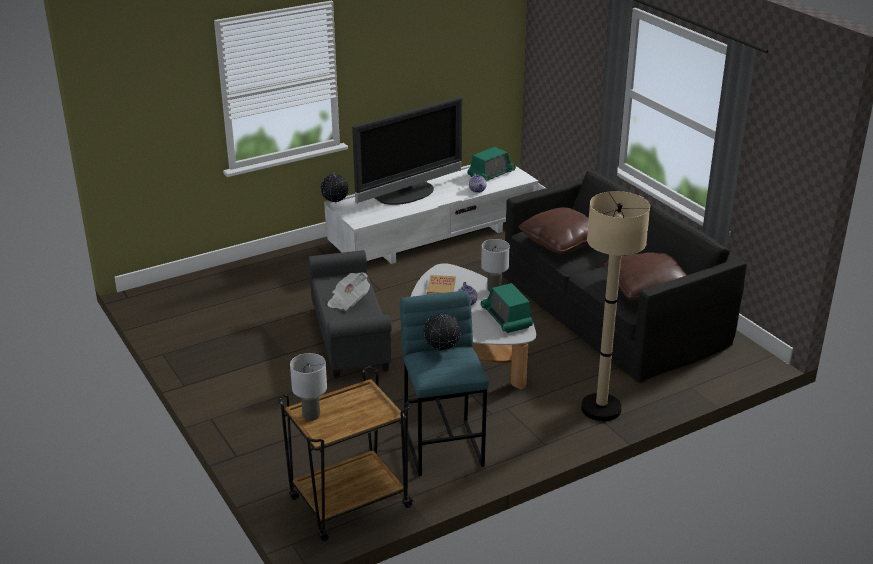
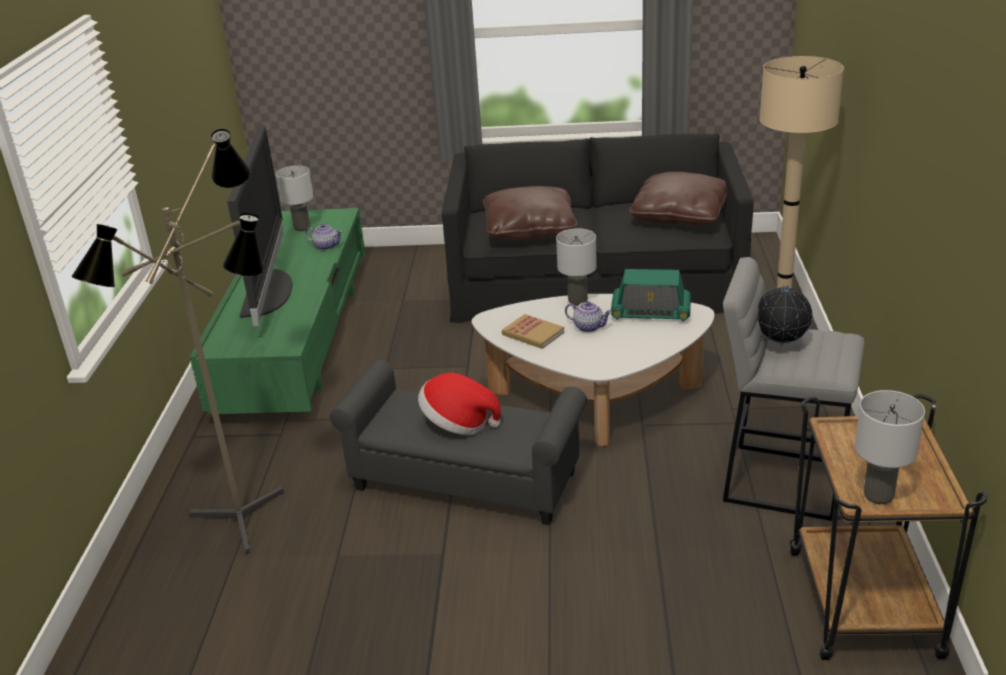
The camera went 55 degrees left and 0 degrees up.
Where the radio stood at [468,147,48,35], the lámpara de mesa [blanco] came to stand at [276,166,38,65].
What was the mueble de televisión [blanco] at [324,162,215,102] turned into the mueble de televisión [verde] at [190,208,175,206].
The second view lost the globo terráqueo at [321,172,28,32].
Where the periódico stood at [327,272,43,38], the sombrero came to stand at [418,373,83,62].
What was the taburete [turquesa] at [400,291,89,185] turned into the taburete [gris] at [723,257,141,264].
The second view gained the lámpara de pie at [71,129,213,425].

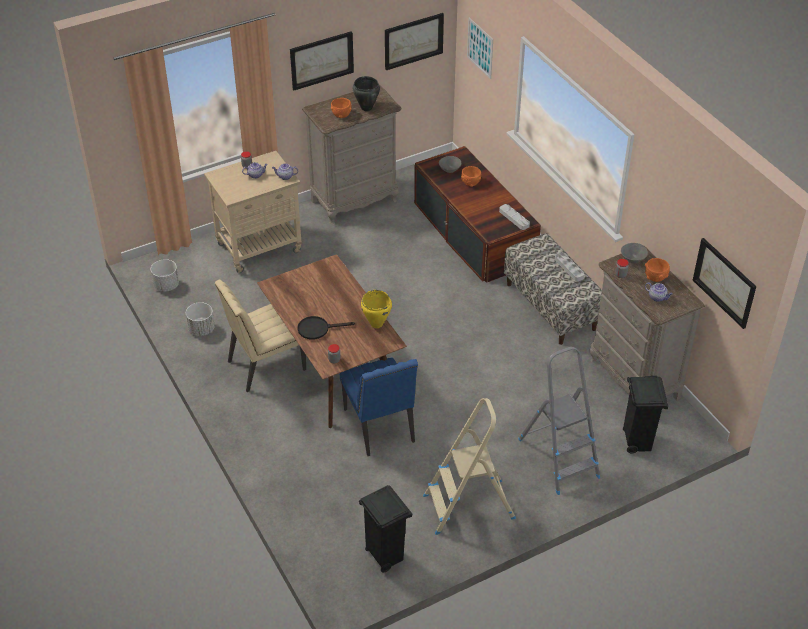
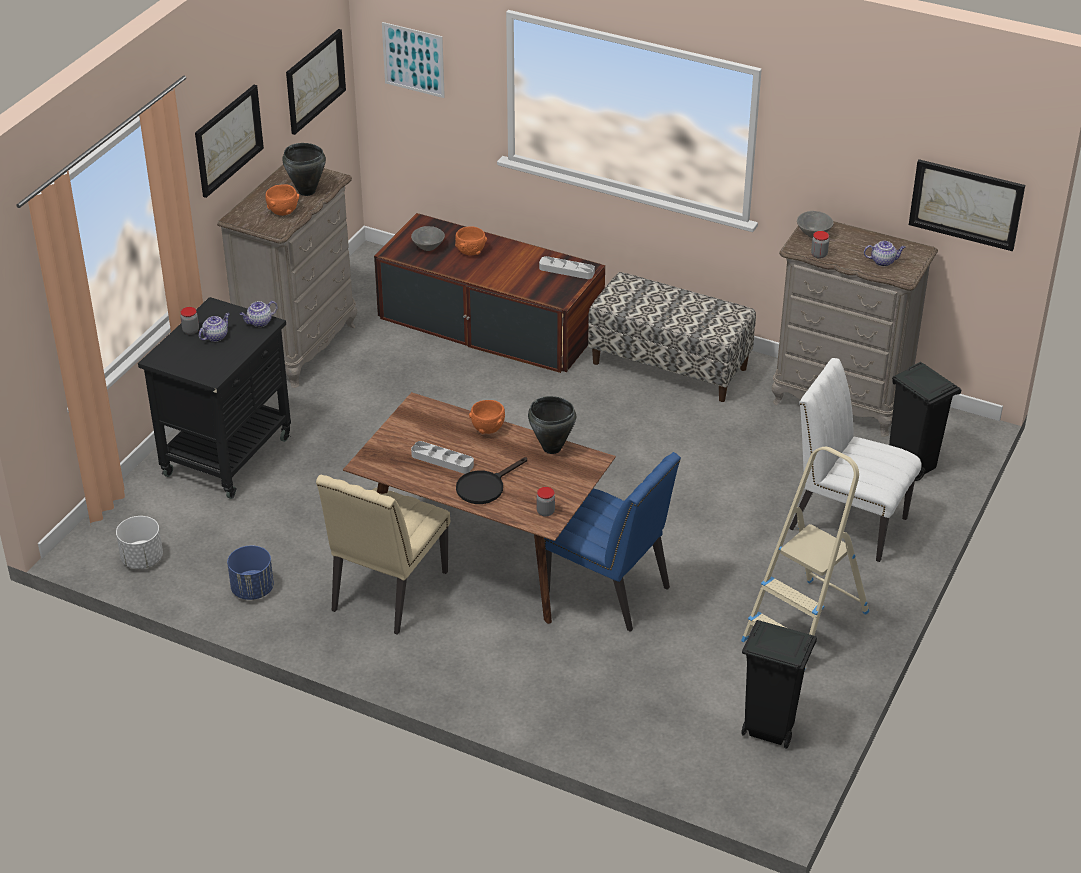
The camera went 35 degrees left and 5 degrees down.
What was the carrito [beis] at [204,151,98,122] turned into the carrito [negro] at [138,297,153,202].
The bandeja [gris] ended up elsewhere, having gone from [555,252,29,29] to [411,441,63,33].
The cuenco [naranja] ended up elsewhere, having gone from [645,258,25,24] to [469,400,36,34].
What was the olla [amarillo] at [361,290,31,38] turned into the olla [negro] at [528,396,48,58].
What was the maceta [blanco] at [186,302,29,34] turned into the maceta [azul] at [227,545,47,55].
Where the escalera de tijera [gris] stood at [518,347,82,148], the silla [blanco] came to stand at [789,358,133,204].

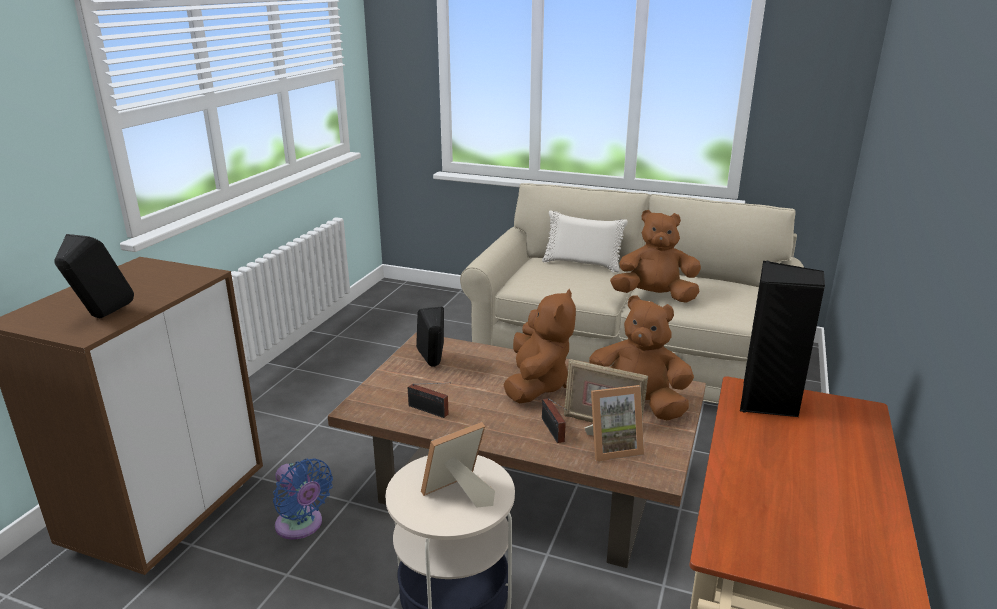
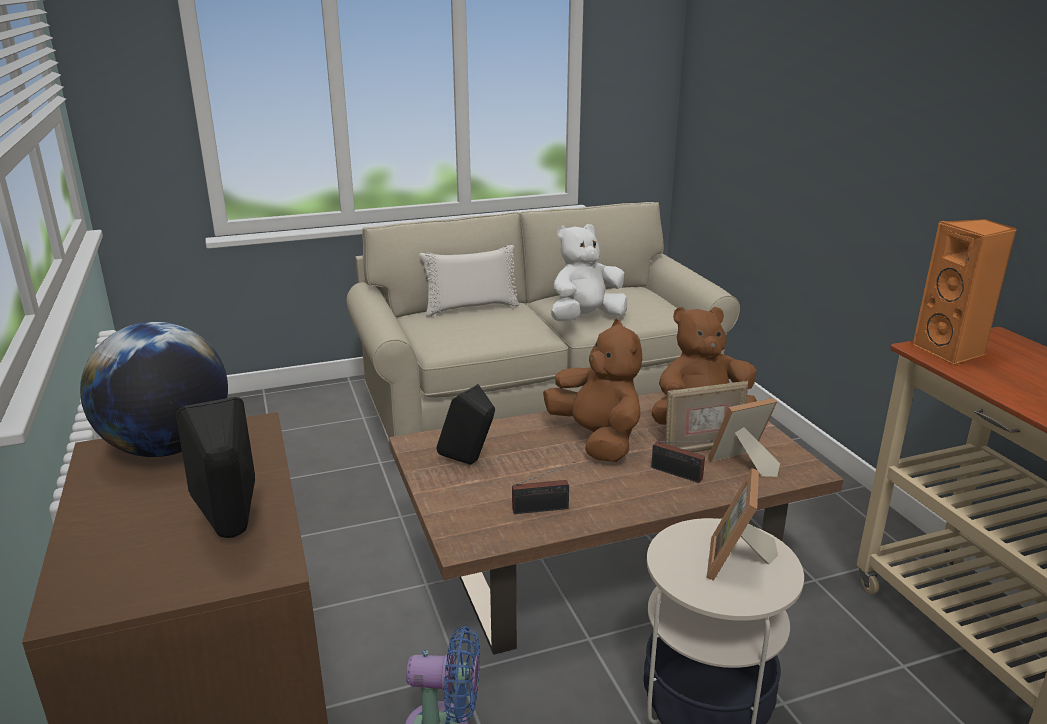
The camera went 40 degrees left and 0 degrees up.
What was the peluche [marrón] at [610,210,91,93] turned into the peluche [blanco] at [551,224,76,97].
What was the altavoz [negro] at [740,260,85,157] turned into the altavoz [naranja] at [913,219,104,146].
The portarretratos at [584,385,60,76] ended up facing another way, 150 degrees counterclockwise from before.
The second view gained the globo terráqueo at [80,322,148,135].

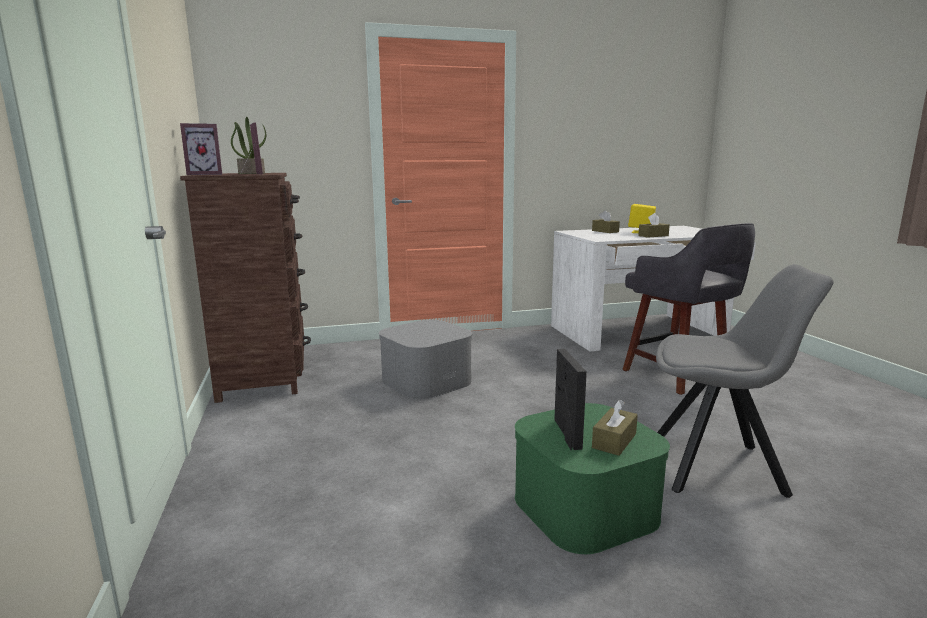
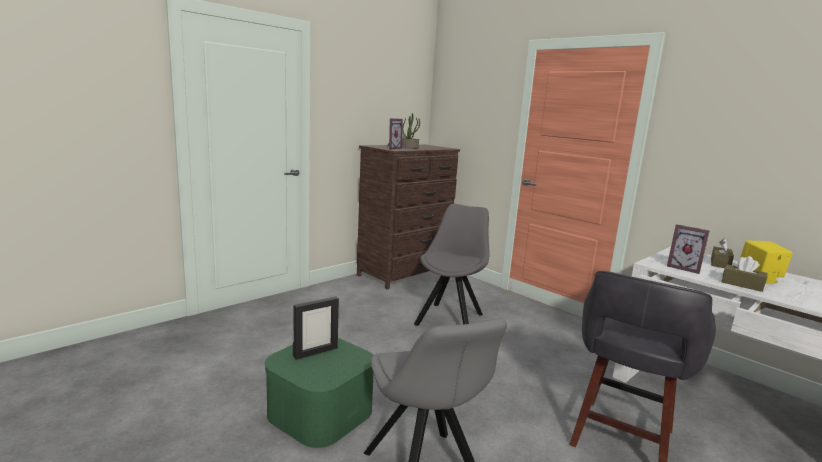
The camera went 60 degrees right and 0 degrees up.
The portarretratos ended up elsewhere, having gone from [180,123,42,52] to [667,224,43,50].
Where the caja de almacenaje [gris] stood at [379,320,93,79], the silla [gris] came to stand at [414,204,76,122].
The second view lost the caja de pañuelos [marrón] at [592,400,46,56].

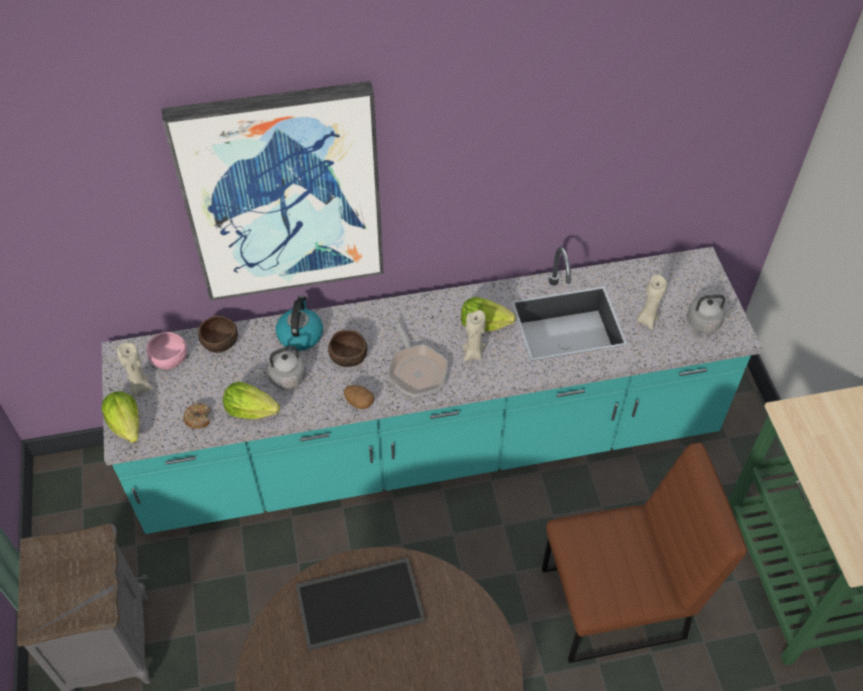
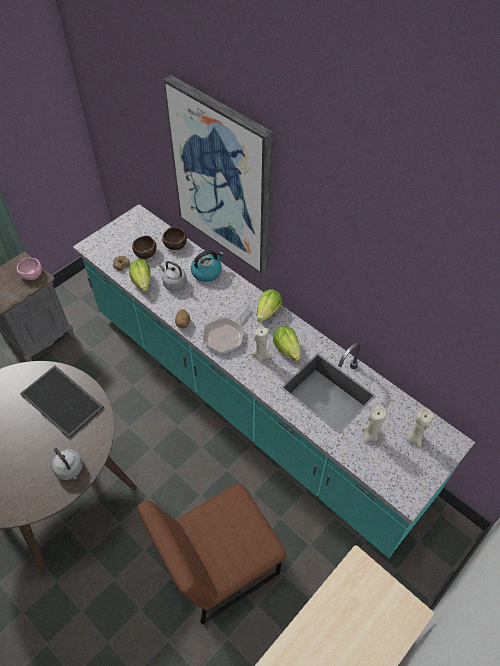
The camera went 55 degrees right and 0 degrees up.
The hervidor [gris] ended up elsewhere, having gone from [687,295,50,38] to [51,448,32,32].
The cuenco [marrón] ended up elsewhere, having gone from [328,330,39,37] to [132,235,25,24].
The cuenco [rosa] ended up elsewhere, having gone from [147,332,40,38] to [17,257,25,23].
The vela [beis] ended up elsewhere, having gone from [117,343,36,53] to [406,408,28,39].
The lechuga ended up elsewhere, having gone from [101,391,38,52] to [257,289,25,33].
The silla [marrón] at [542,442,205,221] ended up facing another way, 105 degrees clockwise from before.

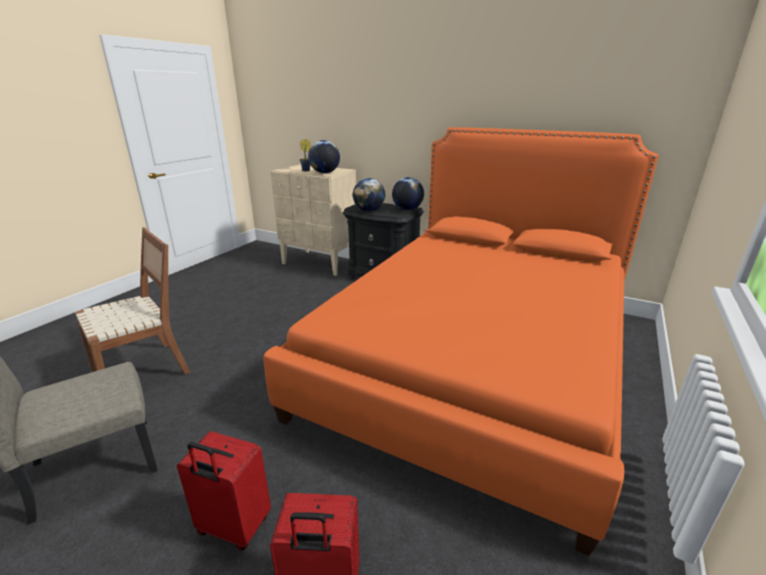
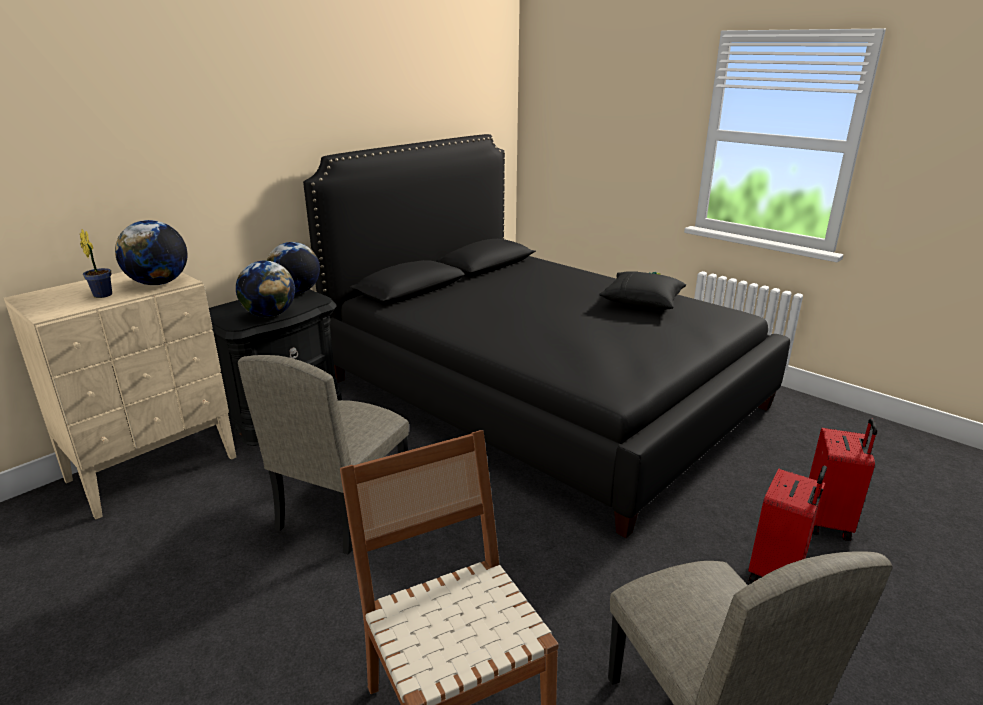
The camera went 75 degrees left and 0 degrees up.
What was the cama [naranja] at [263,127,396,429] turned into the cama [negro] at [303,134,487,404].
The second view gained the cojín [negro] at [599,271,87,39].
The second view gained the silla [beis] at [238,355,171,199].

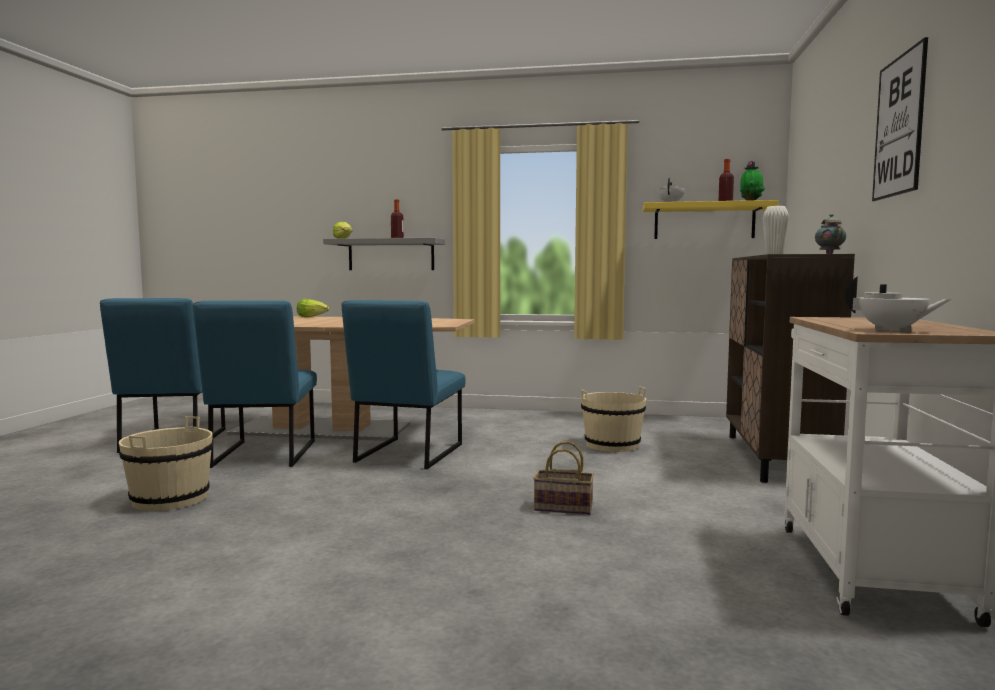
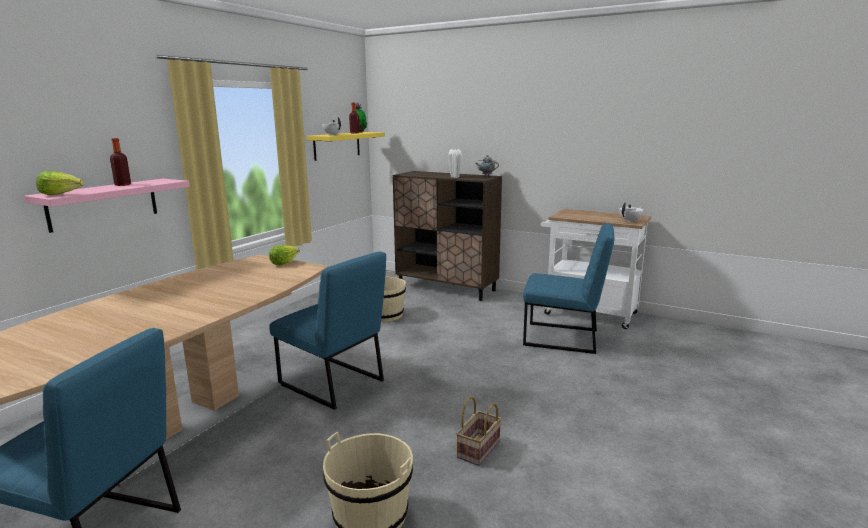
The camera went 70 degrees left and 10 degrees up.
The second view lost the cuadro at [872,37,56,164].
What was the estante [gris] at [323,238,122,32] turned into the estante [rosa] at [24,179,166,54].
The lechuga ended up elsewhere, having gone from [297,299,33,18] to [269,245,30,20].
The silla [azul] ended up elsewhere, having gone from [193,300,124,168] to [523,223,91,131].
The cesta ended up elsewhere, having gone from [533,441,61,74] to [456,396,45,70].

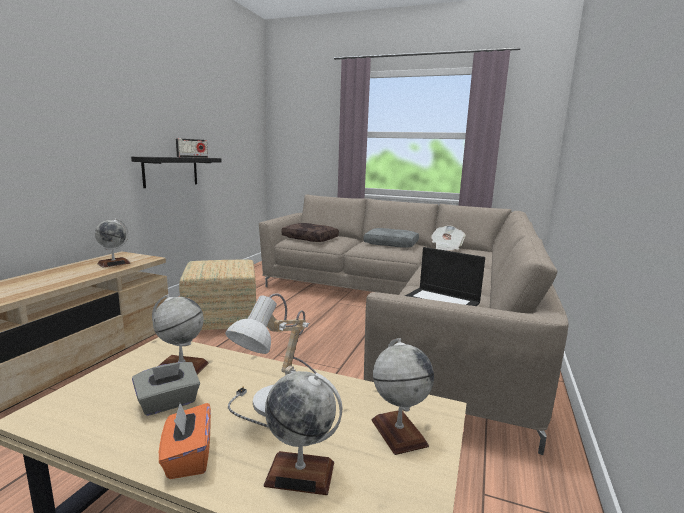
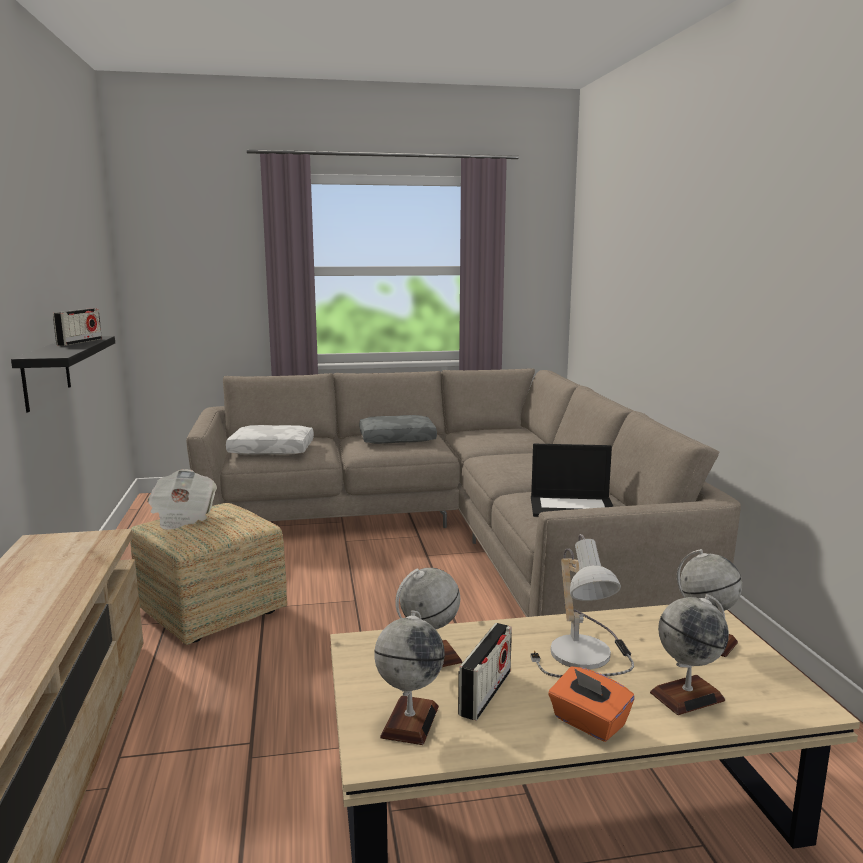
The camera went 30 degrees left and 0 degrees up.
The globo terráqueo ended up elsewhere, having gone from [95,218,35,50] to [374,610,71,135].
What was the cojín [marrón] at [281,223,58,19] turned into the cojín [blanco] at [226,425,88,30].
The periódico ended up elsewhere, having gone from [431,225,35,25] to [147,469,70,61].
Where the caja de pañuelos [gris] stood at [132,362,68,54], the radio came to stand at [458,623,54,98].

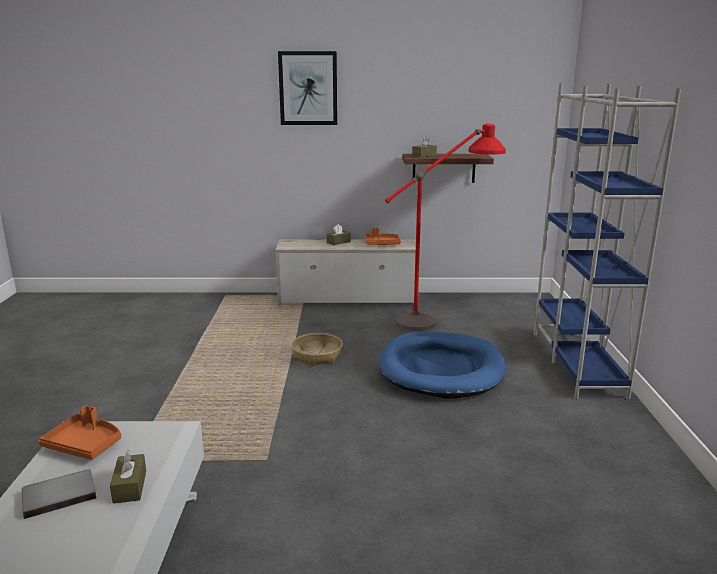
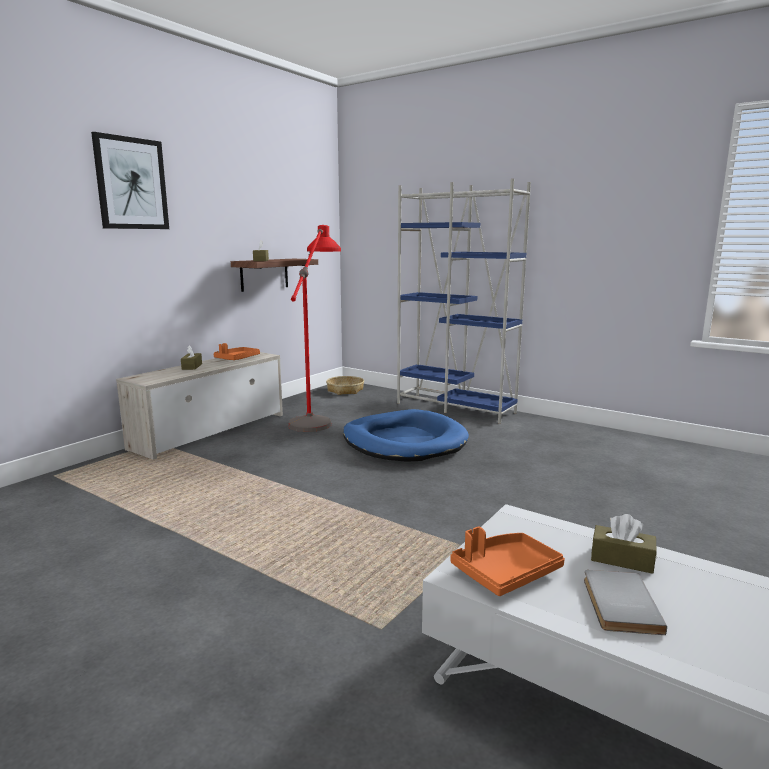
The camera went 55 degrees left and 5 degrees down.
The cesta ended up elsewhere, having gone from [291,333,52,33] to [326,376,38,19].

